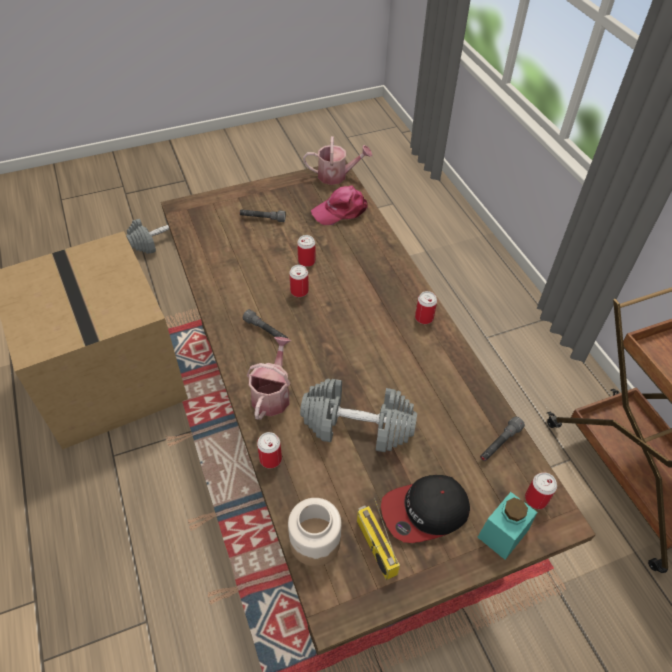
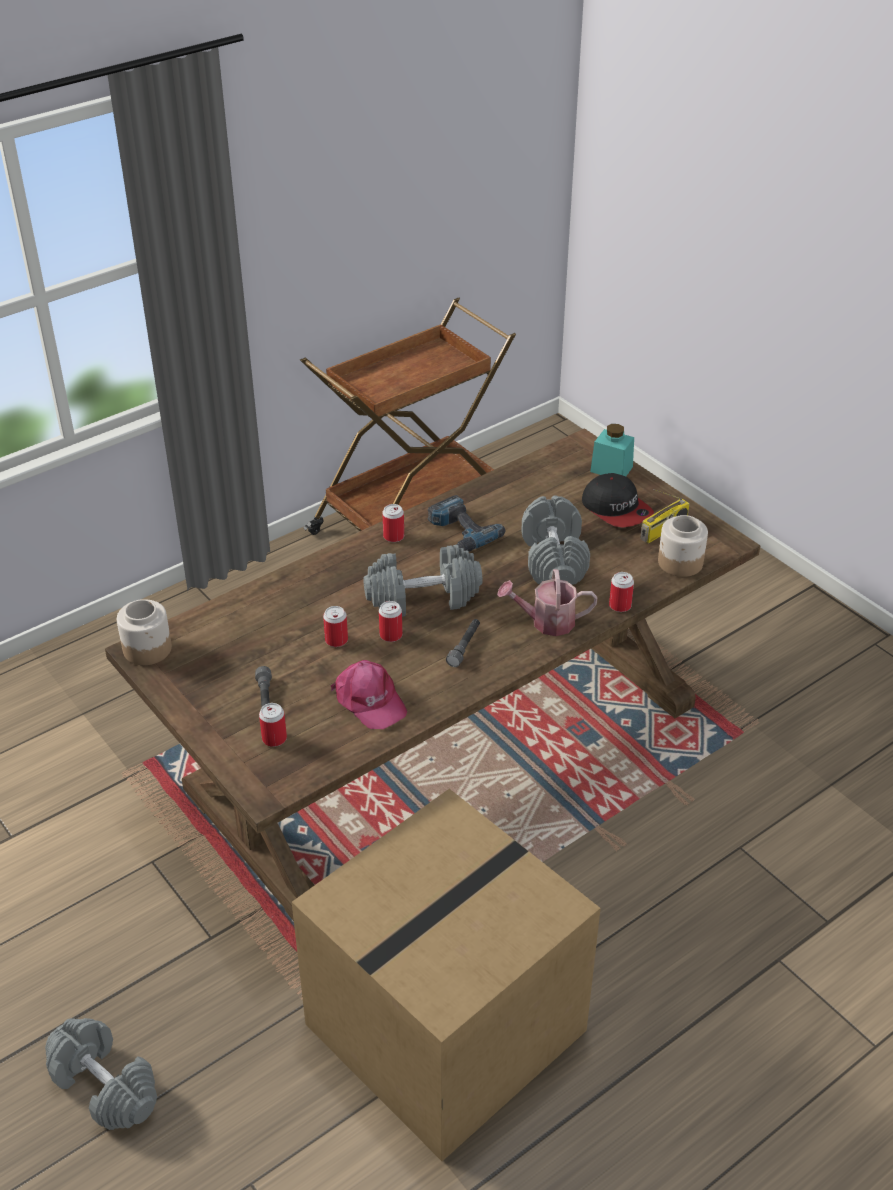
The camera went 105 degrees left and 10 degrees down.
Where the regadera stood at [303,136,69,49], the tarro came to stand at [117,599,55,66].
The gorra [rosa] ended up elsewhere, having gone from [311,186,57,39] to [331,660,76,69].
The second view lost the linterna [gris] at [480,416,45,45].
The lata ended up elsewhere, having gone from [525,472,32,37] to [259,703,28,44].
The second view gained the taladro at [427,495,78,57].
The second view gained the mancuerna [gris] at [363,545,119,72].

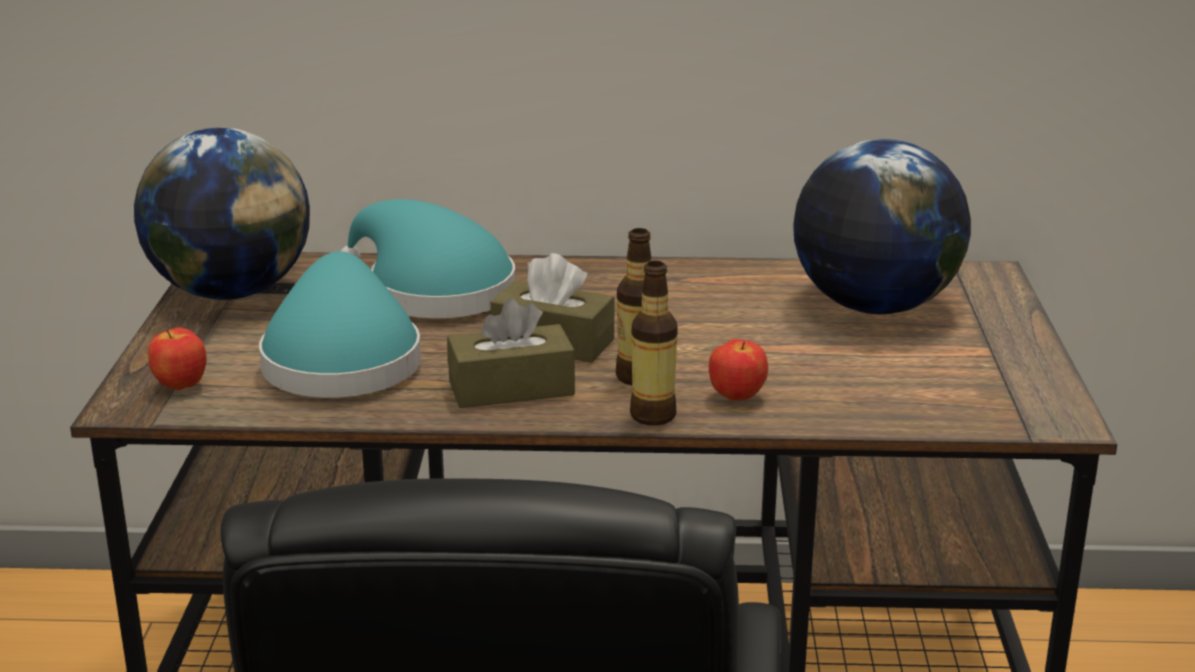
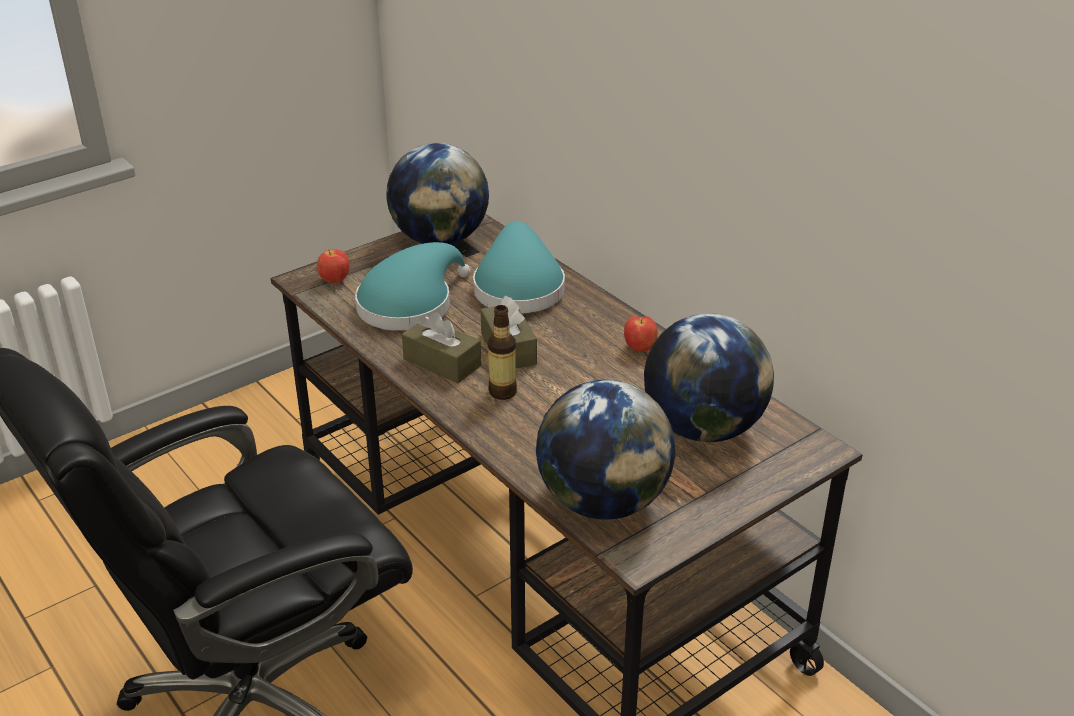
The camera went 50 degrees right and 10 degrees up.
The second view lost the botella at [630,261,48,165].
The manzana ended up elsewhere, having gone from [709,339,59,62] to [624,316,34,36].
The second view gained the globo terráqueo at [536,380,139,140].

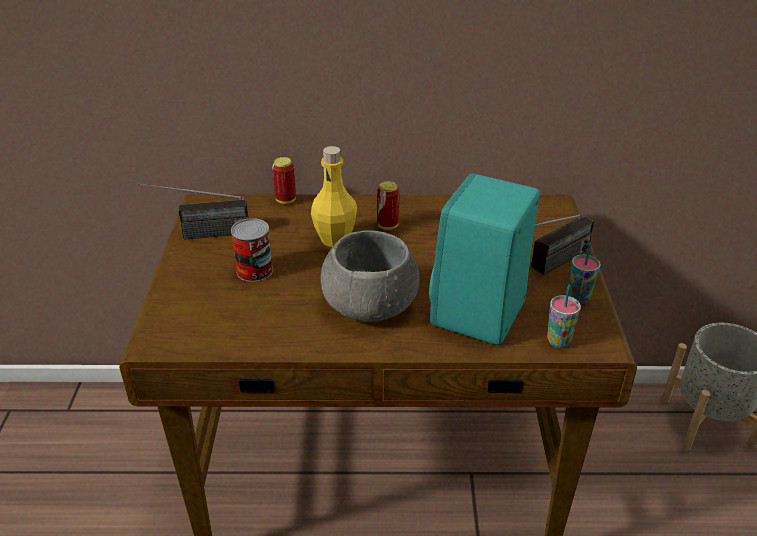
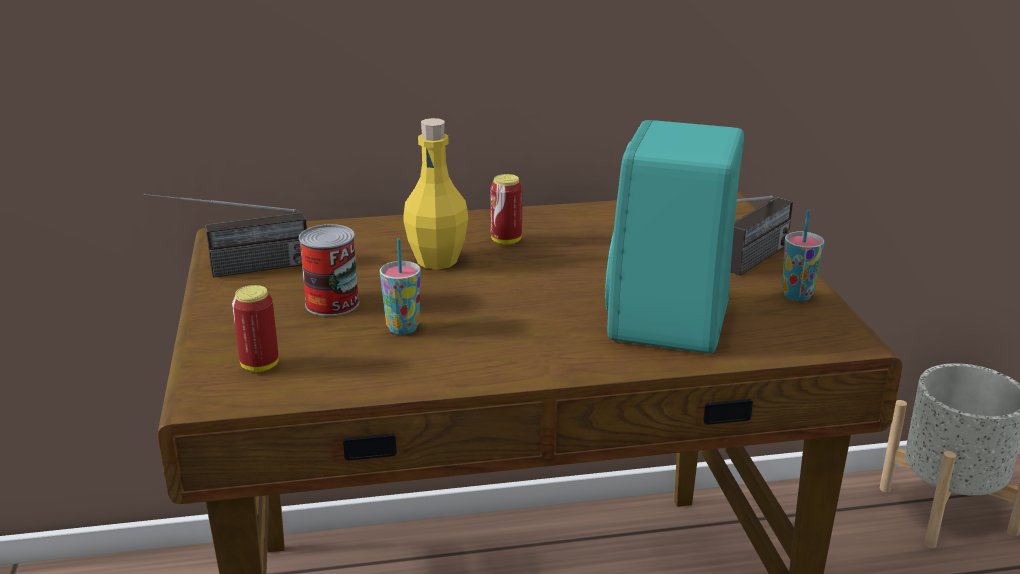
The camera went 10 degrees left and 10 degrees down.
The lata ended up elsewhere, having gone from [272,157,24,47] to [232,285,47,87].
The second view lost the cuenco [gris] at [321,231,98,91].
The taza ended up elsewhere, having gone from [547,285,34,63] to [380,239,41,96].

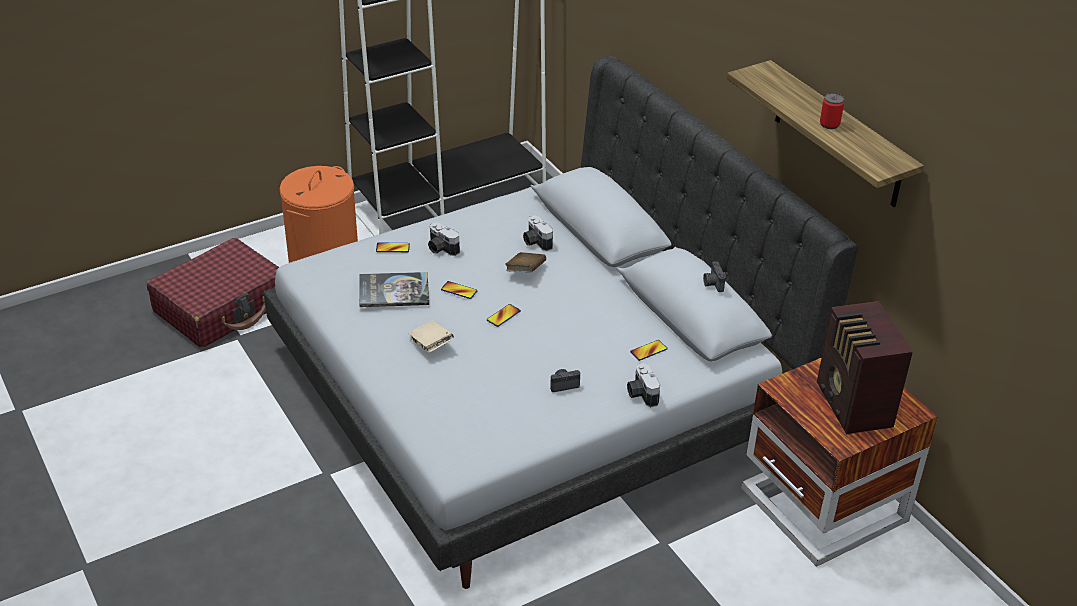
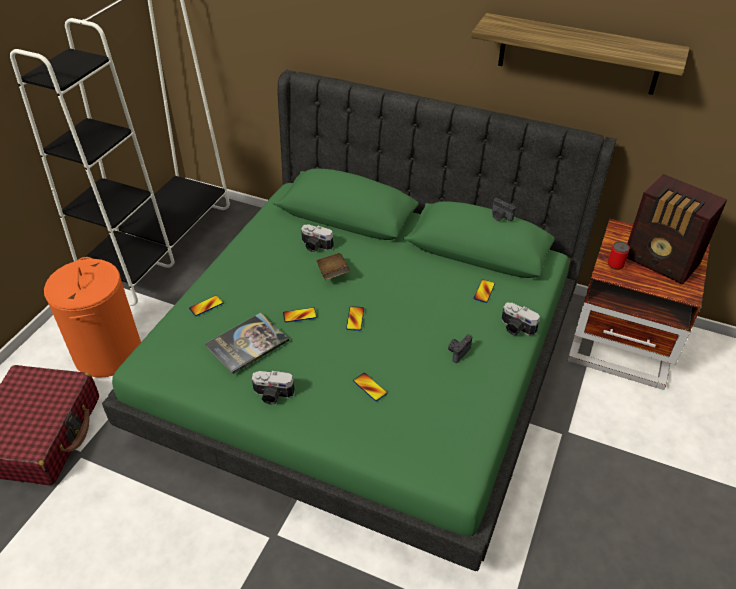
The camera went 35 degrees left and 5 degrees up.
What was the cama [gris] at [264,55,594,534] turned into the cama [verde] at [102,70,515,501].
The lata ended up elsewhere, having gone from [820,93,24,36] to [608,242,21,28].
The cámara ended up elsewhere, having gone from [428,222,32,34] to [252,371,43,34].
The second view lost the libro [beis] at [408,320,46,33].
The second view gained the móvil at [353,373,34,28].

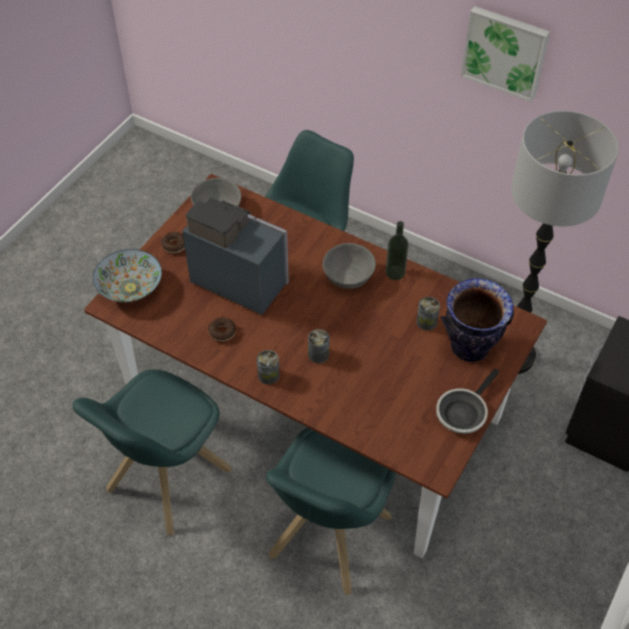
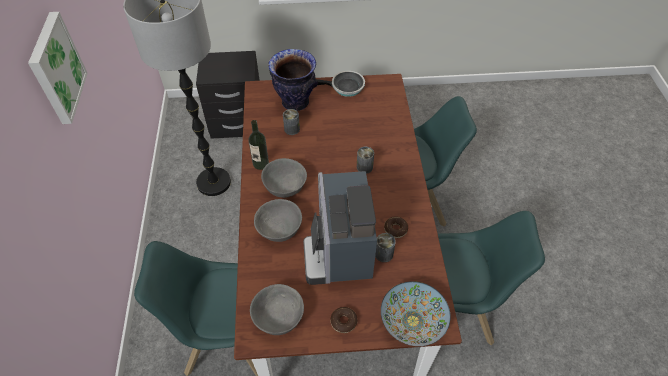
The camera went 125 degrees left and 0 degrees up.
The lata ended up elsewhere, having gone from [257,350,23,35] to [375,233,21,29].
The second view gained the cuenco [gris] at [254,199,48,43].

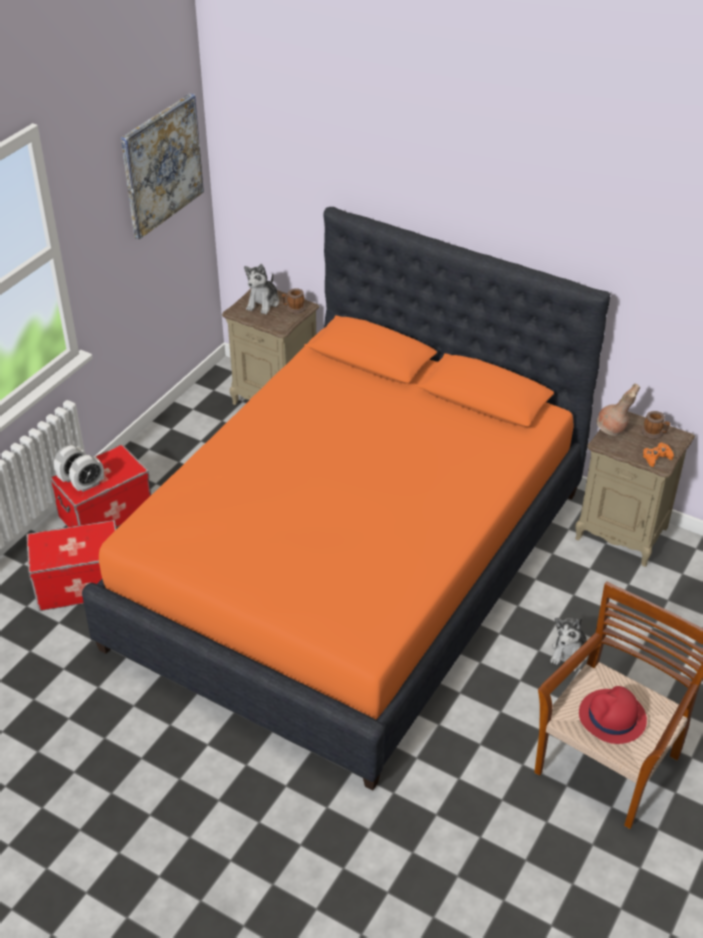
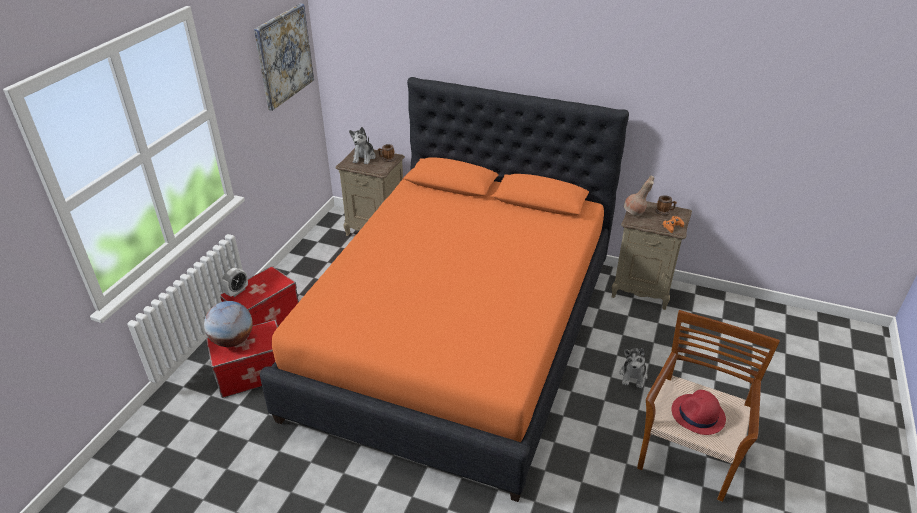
The camera went 10 degrees left and 5 degrees down.
The second view lost the despertador at [69,454,35,38].
The second view gained the globo terráqueo at [204,301,49,46].

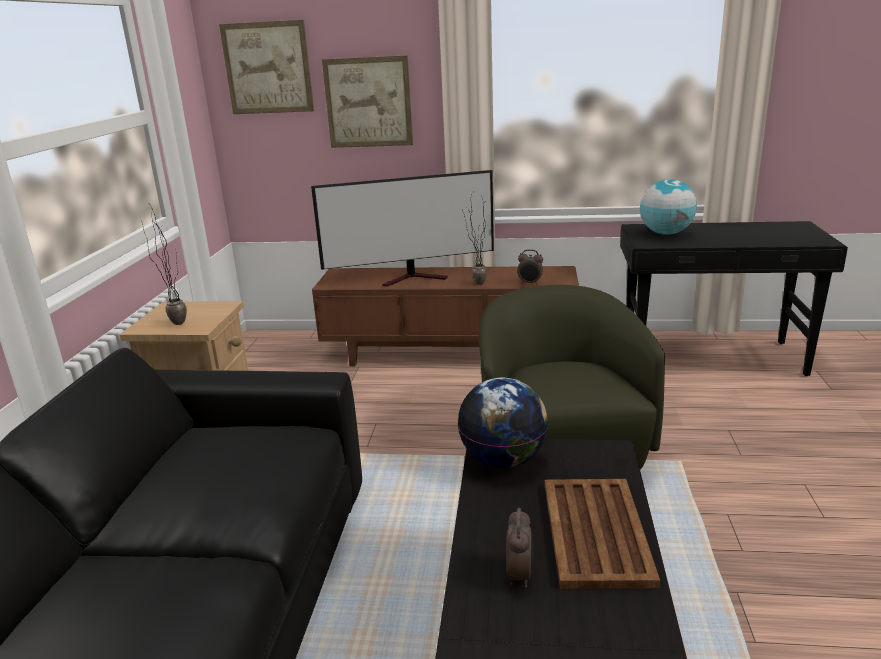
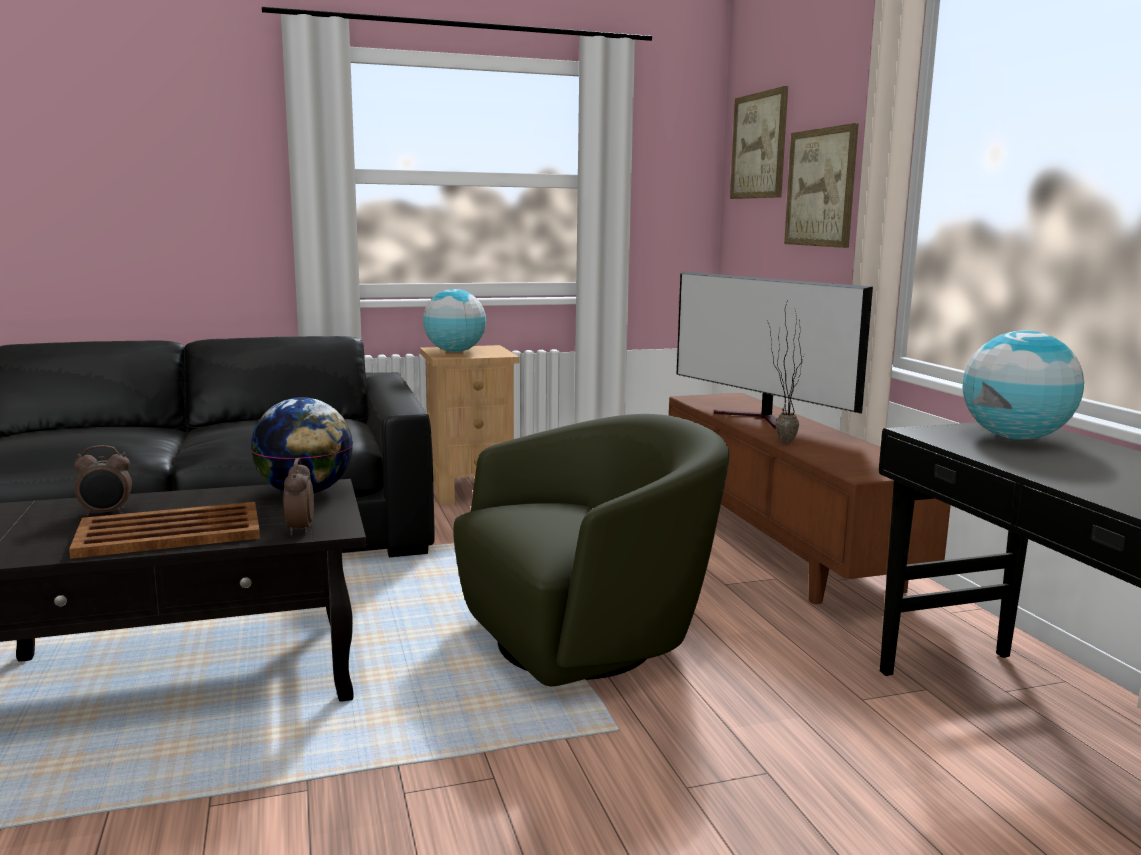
The camera went 65 degrees right and 10 degrees down.
Where the planta en maceta stood at [142,205,45,120], the globo terráqueo came to stand at [423,289,63,63].
The despertador ended up elsewhere, having gone from [517,250,26,34] to [283,458,31,78].

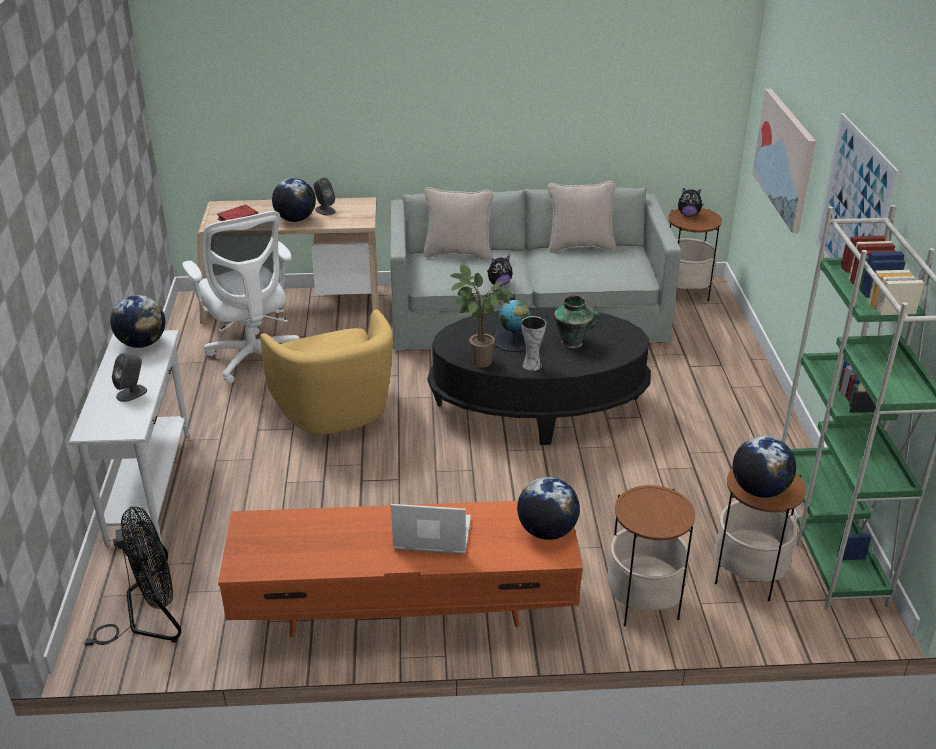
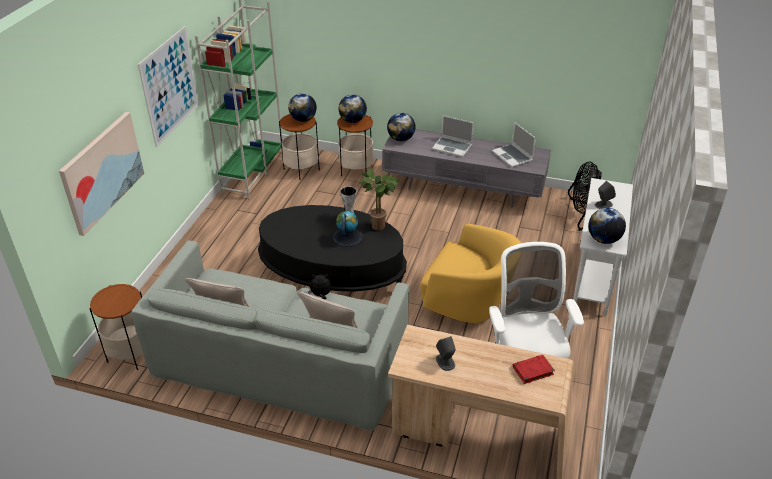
The camera went 160 degrees left and 5 degrees up.
The globo terráqueo ended up elsewhere, having gone from [272,178,44,44] to [339,94,28,29].
The second view lost the peluche at [678,188,25,29].
The second view lost the florero at [554,295,47,53].
The sillón [amarillo] at [260,310,133,125] ended up facing another way, 120 degrees clockwise from before.
What was the mueble de televisión [naranja] at [218,501,365,136] turned into the mueble de televisión [gris] at [382,129,169,78].
The second view gained the portátil at [492,122,44,45].

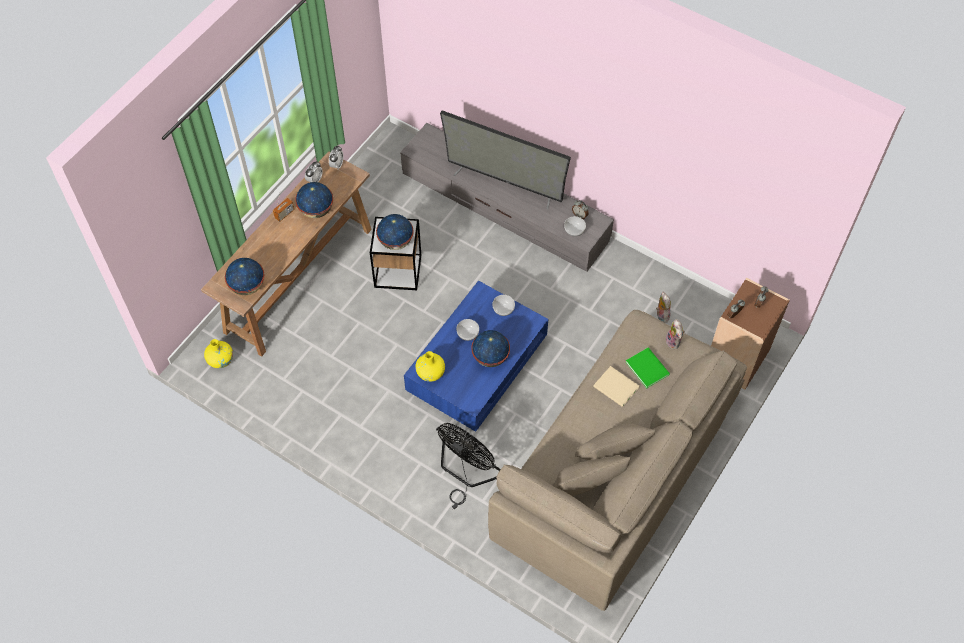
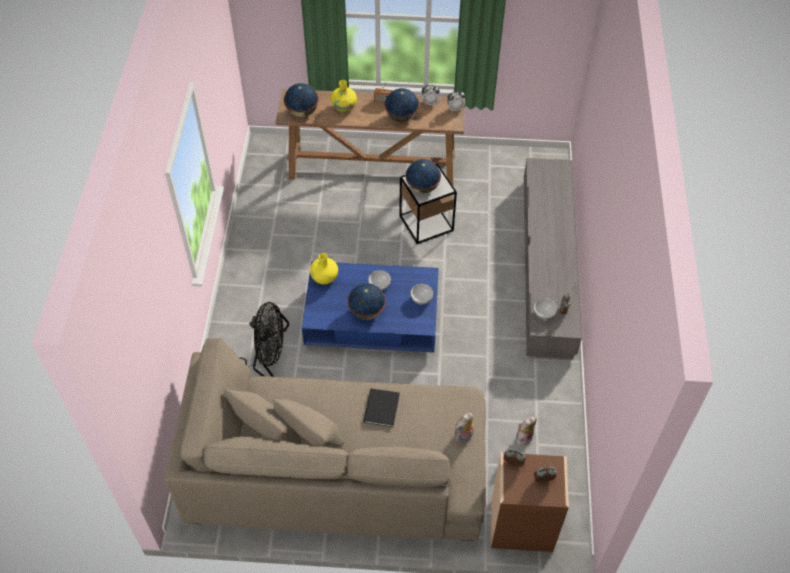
The camera went 60 degrees right and 5 degrees down.
The second view lost the televisor at [440,111,131,99].
The florero [amarillo] ended up elsewhere, having gone from [204,339,29,29] to [330,80,27,32].
The second view lost the libro [verde] at [626,347,44,41].
What was the libro [beis] at [593,366,46,41] turned into the libro [negro] at [363,388,37,39].

